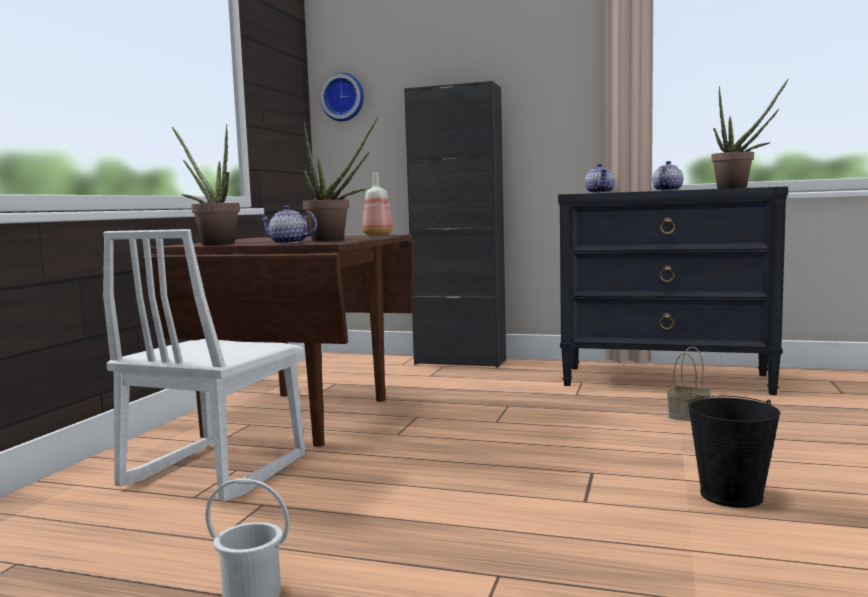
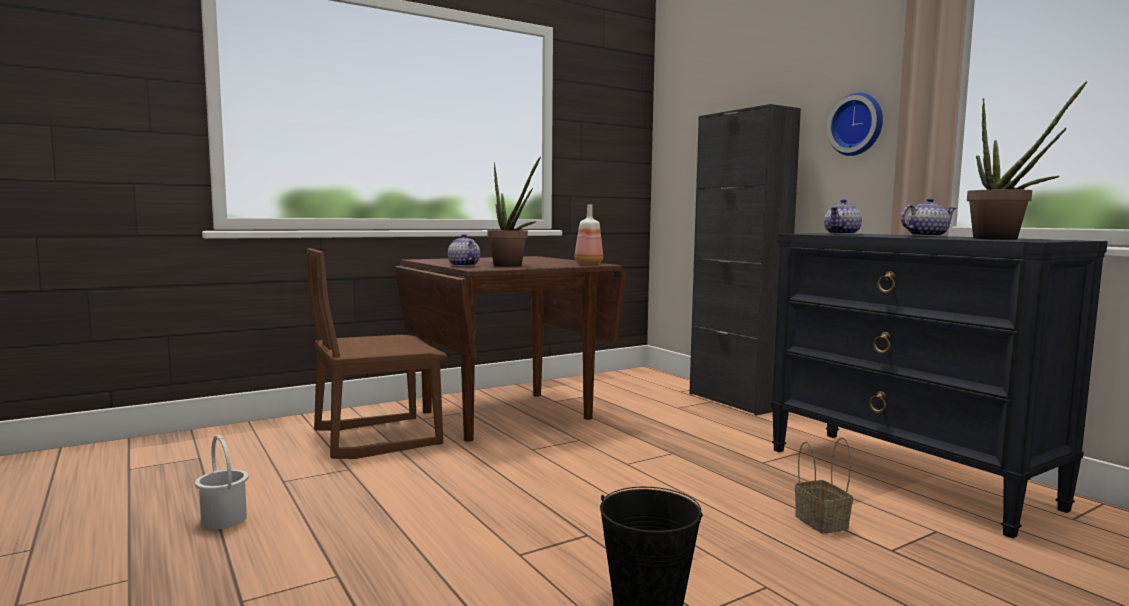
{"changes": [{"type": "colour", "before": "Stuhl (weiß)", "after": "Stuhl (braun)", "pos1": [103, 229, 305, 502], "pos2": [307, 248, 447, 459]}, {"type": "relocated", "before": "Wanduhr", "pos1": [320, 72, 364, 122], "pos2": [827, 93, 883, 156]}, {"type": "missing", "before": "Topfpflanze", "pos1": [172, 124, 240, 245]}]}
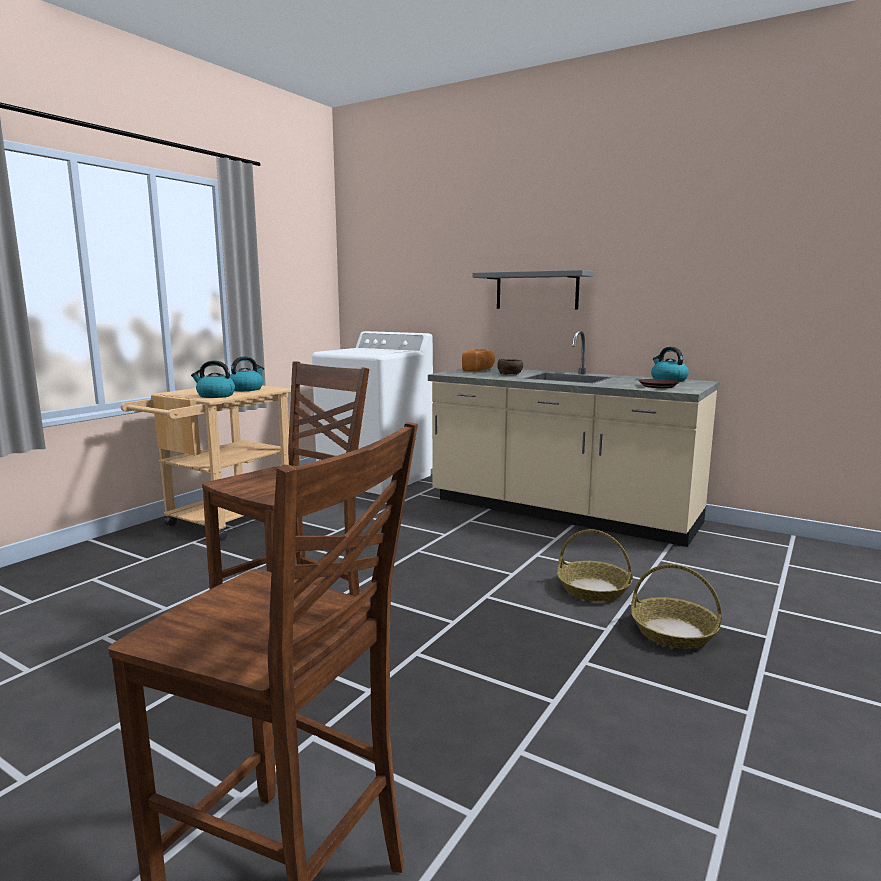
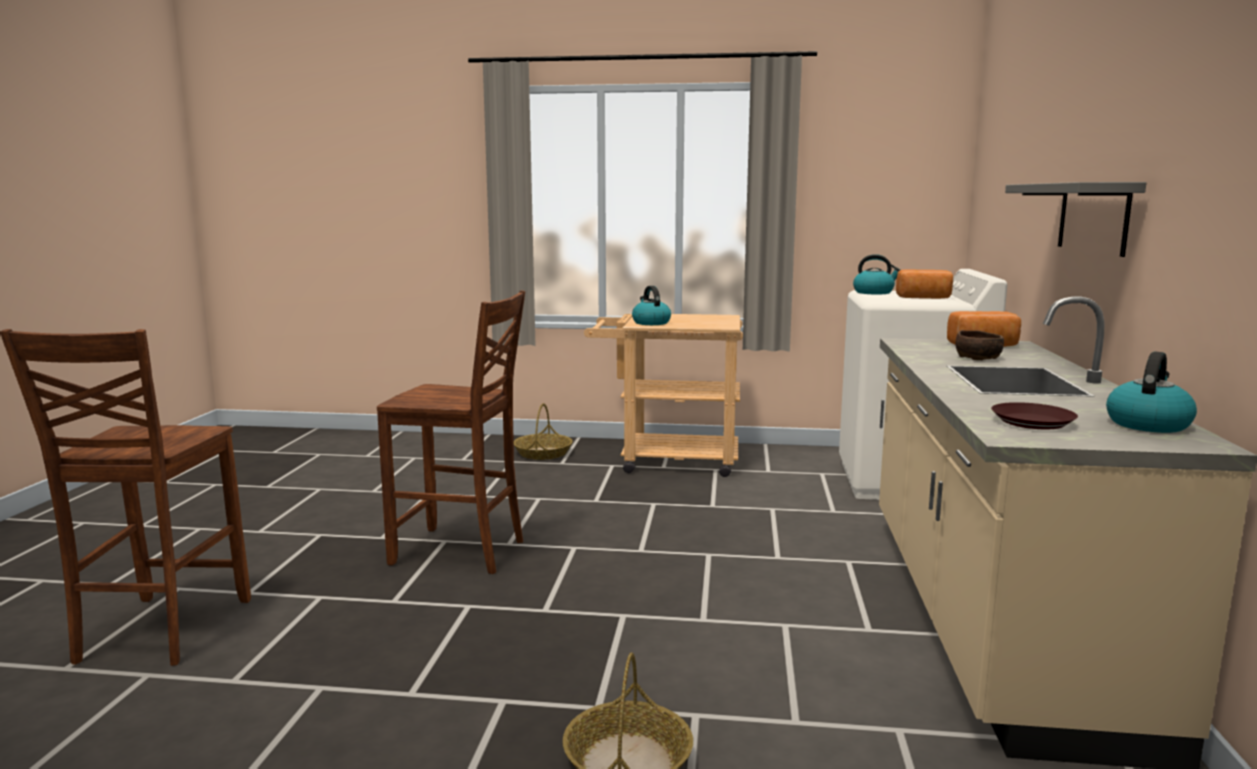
{"changes": [{"type": "relocated", "before": "Korb", "pos1": [557, 529, 633, 602], "pos2": [514, 403, 573, 460]}, {"type": "relocated", "before": "Wasserkessel", "pos1": [229, 356, 264, 391], "pos2": [853, 254, 900, 295]}, {"type": "appeared", "after": "Brot", "pos2": [896, 269, 953, 299]}]}
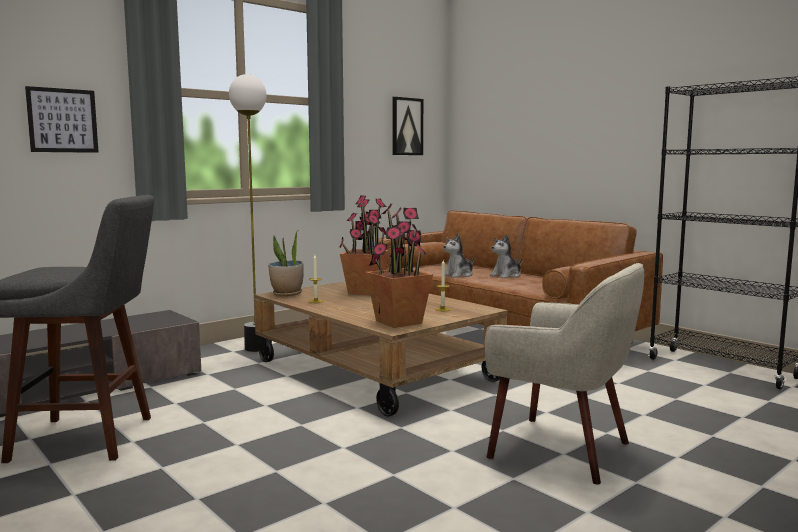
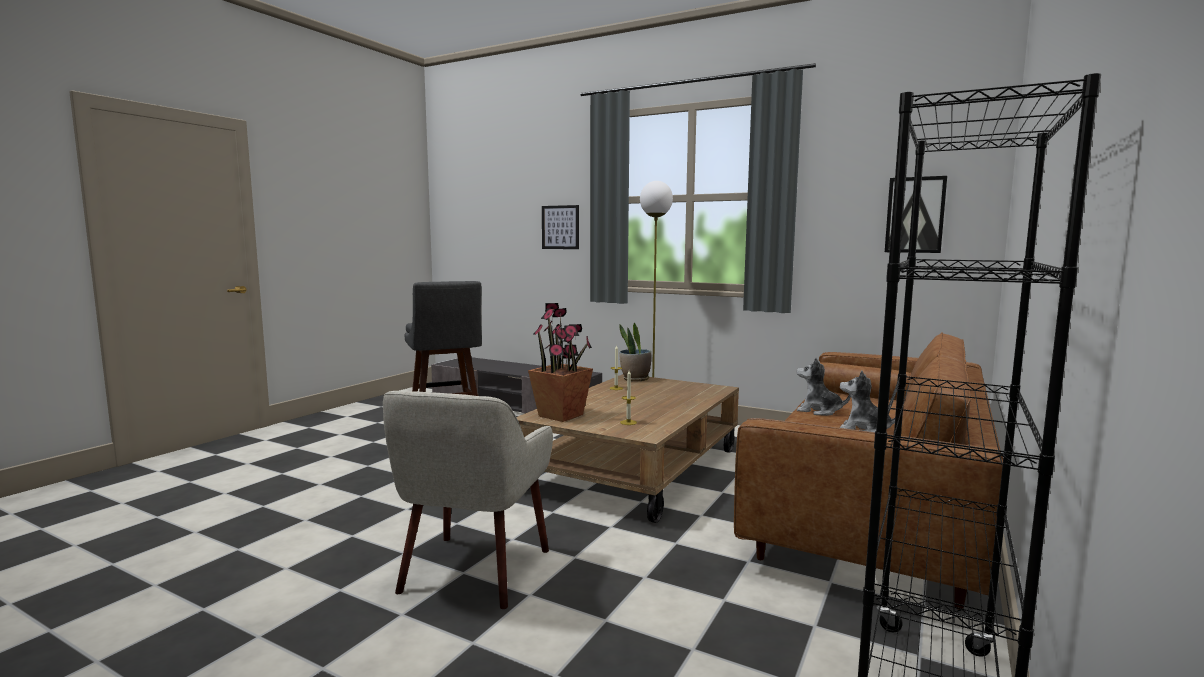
{"changes": [{"type": "missing", "before": "Topfpflanze", "pos1": [340, 195, 389, 295]}]}
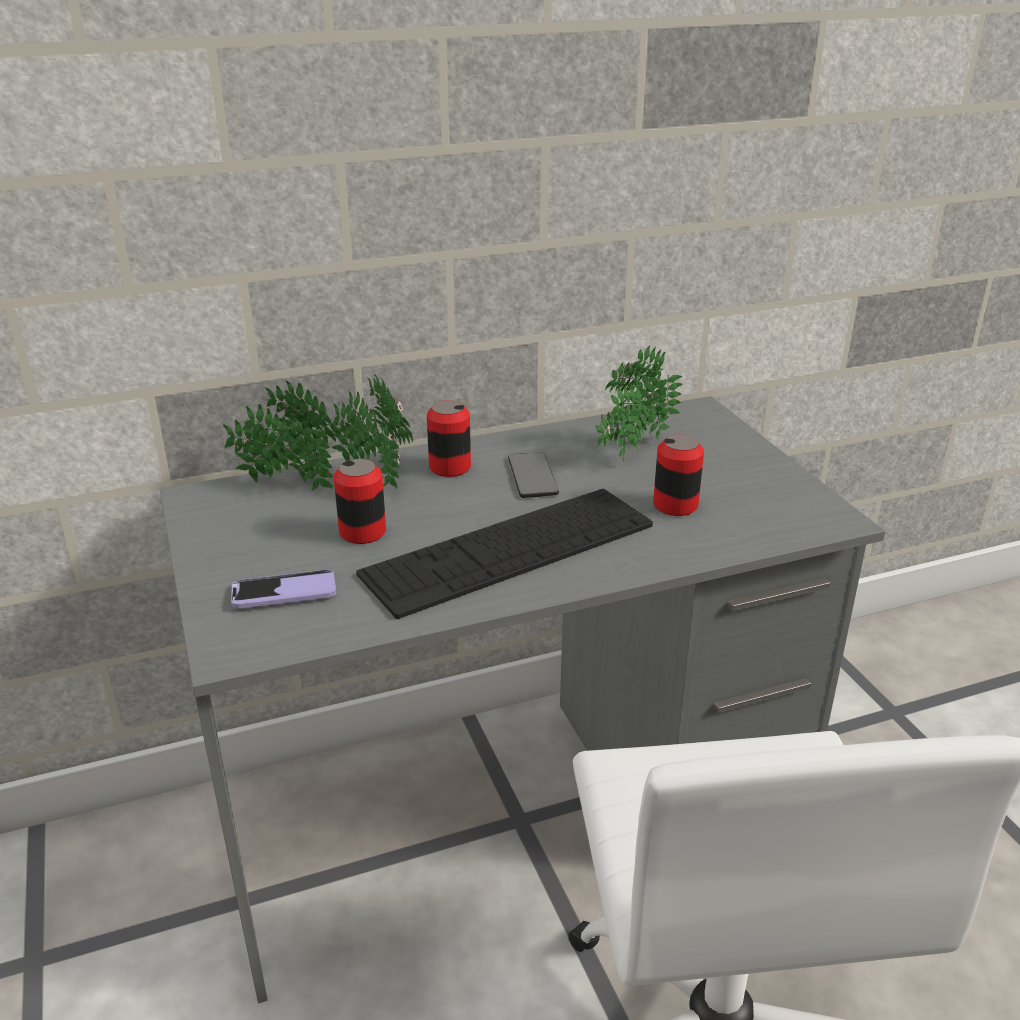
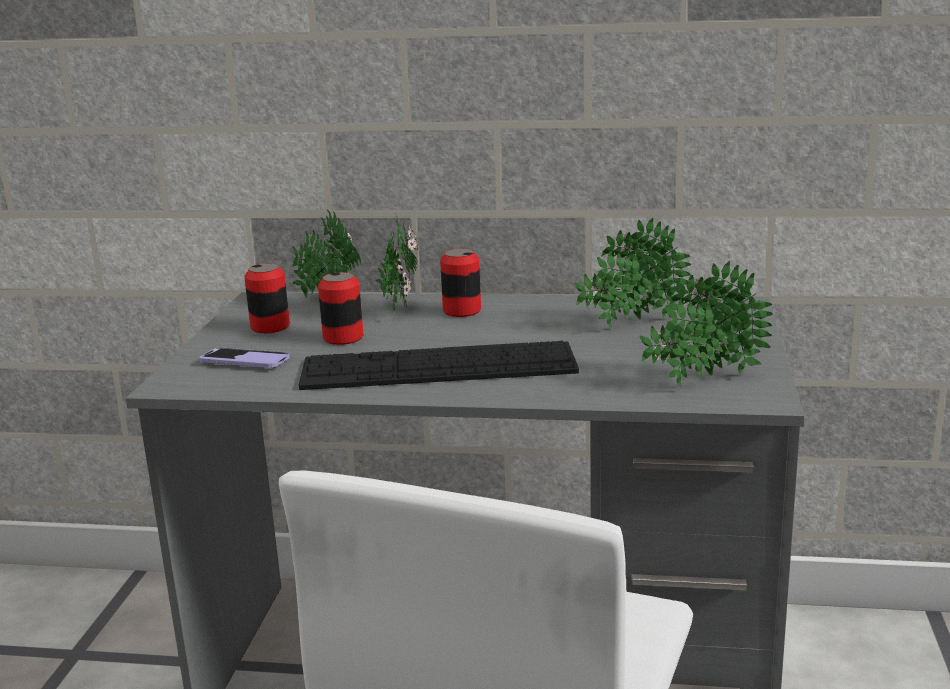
{"changes": [{"type": "relocated", "before": "Dose", "pos1": [653, 434, 704, 516], "pos2": [244, 263, 290, 333]}, {"type": "appeared", "after": "Topfpflanze", "pos2": [640, 261, 773, 388]}, {"type": "missing", "before": "Handy", "pos1": [508, 452, 559, 498]}]}
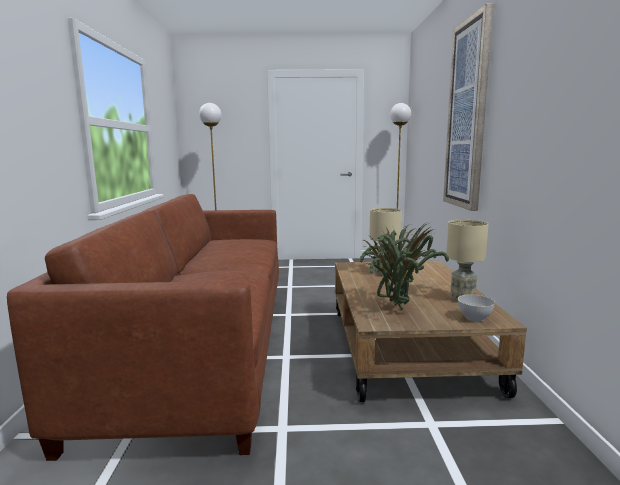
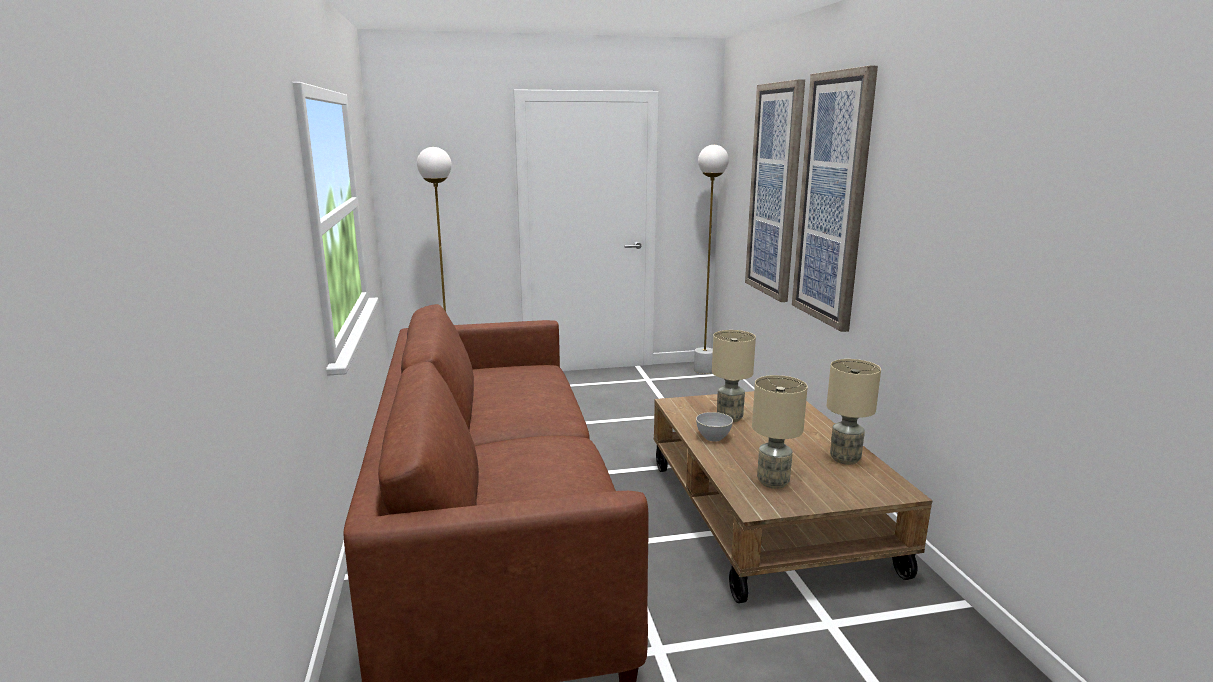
{"changes": [{"type": "relocated", "before": "Schüssel (grau)", "pos1": [458, 294, 495, 322], "pos2": [696, 412, 733, 442]}, {"type": "appeared", "after": "Bild", "pos2": [745, 79, 805, 302]}, {"type": "exchanged", "before": "Topfpflanze", "after": "Tischlampe (beige)", "pos1": [360, 223, 449, 310], "pos2": [752, 375, 808, 489]}]}
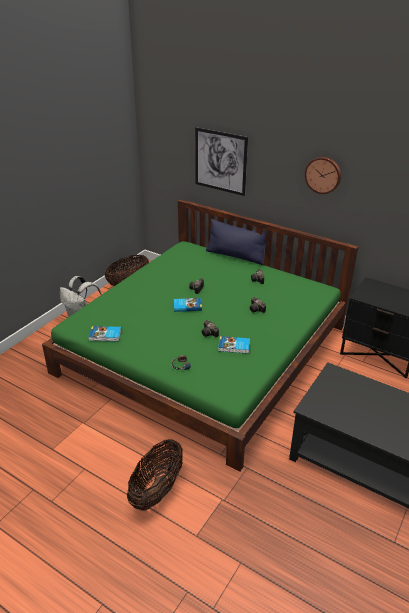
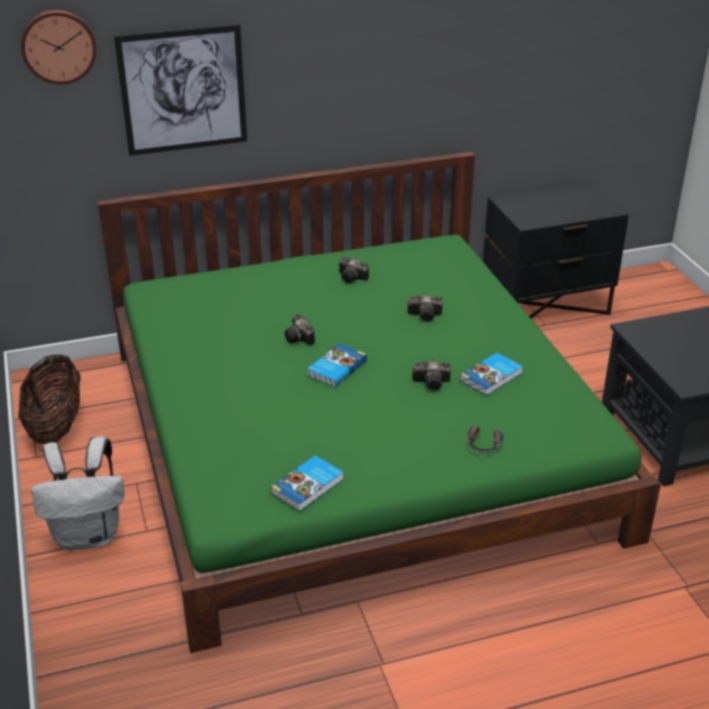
{"changes": [{"type": "relocated", "before": "Wanduhr", "pos1": [305, 157, 341, 194], "pos2": [21, 10, 96, 84]}, {"type": "missing", "before": "Korb", "pos1": [127, 439, 183, 511]}, {"type": "missing", "before": "Kissen (blau)", "pos1": [206, 219, 266, 265]}]}
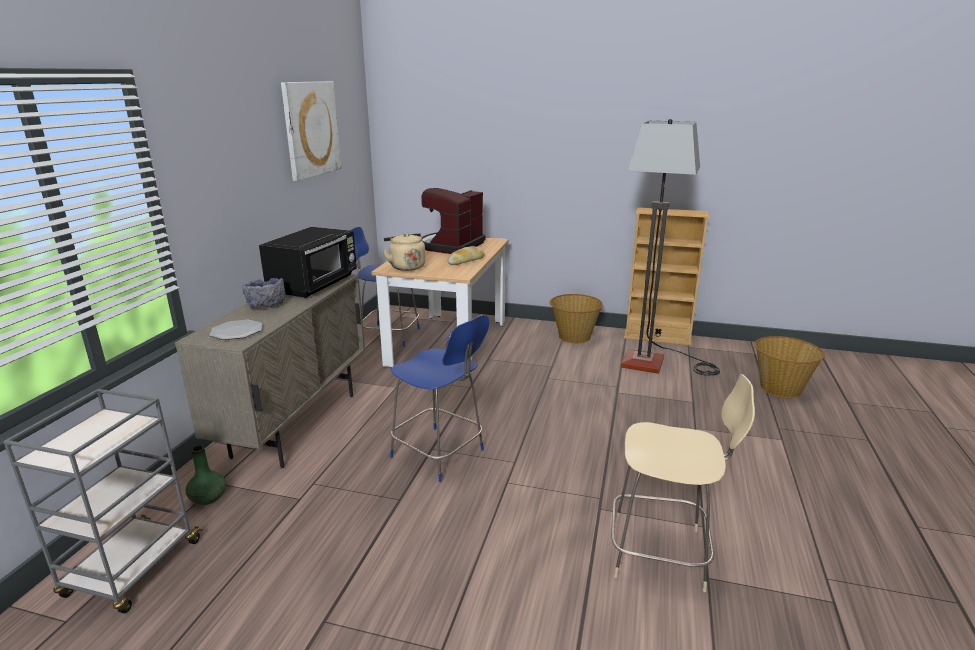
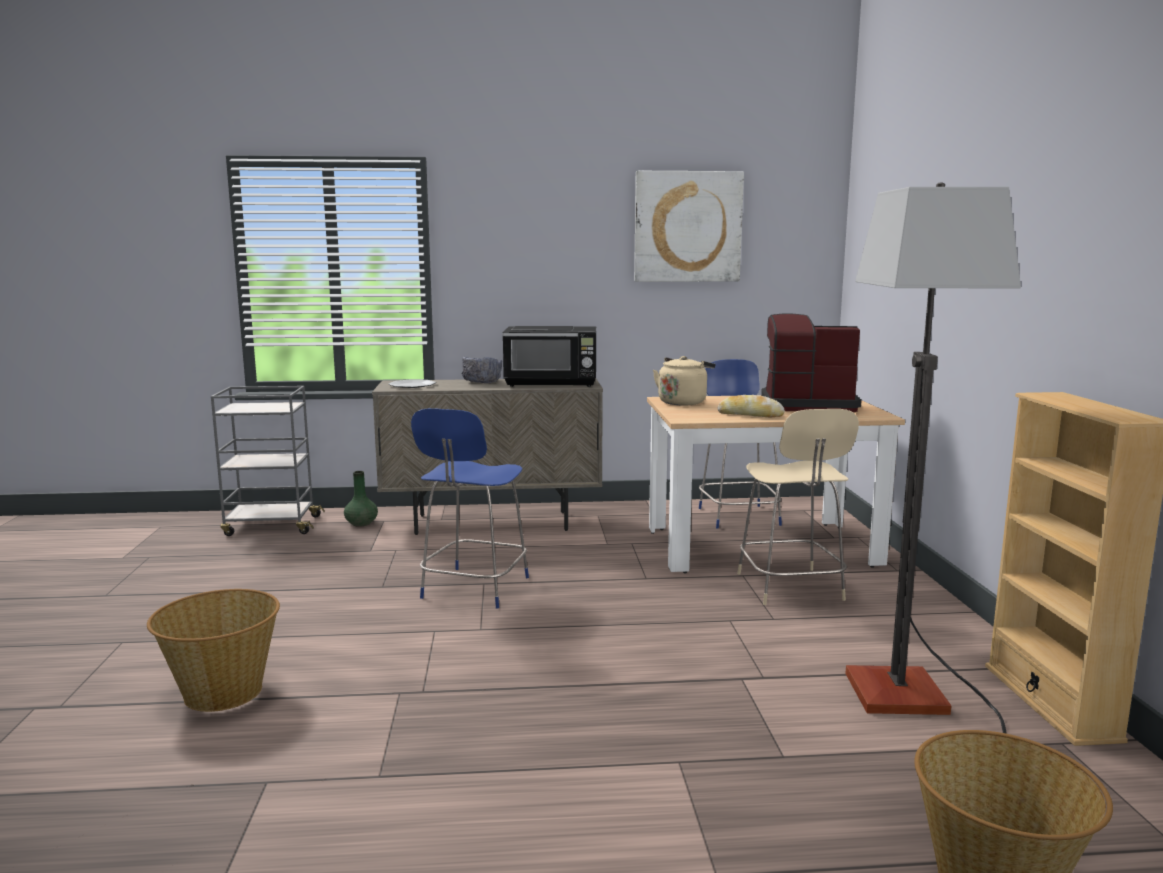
{"changes": [{"type": "relocated", "before": "Korb", "pos1": [550, 294, 603, 343], "pos2": [147, 589, 280, 712]}, {"type": "relocated", "before": "Hocker (beige)", "pos1": [611, 374, 755, 592], "pos2": [737, 409, 859, 605]}]}
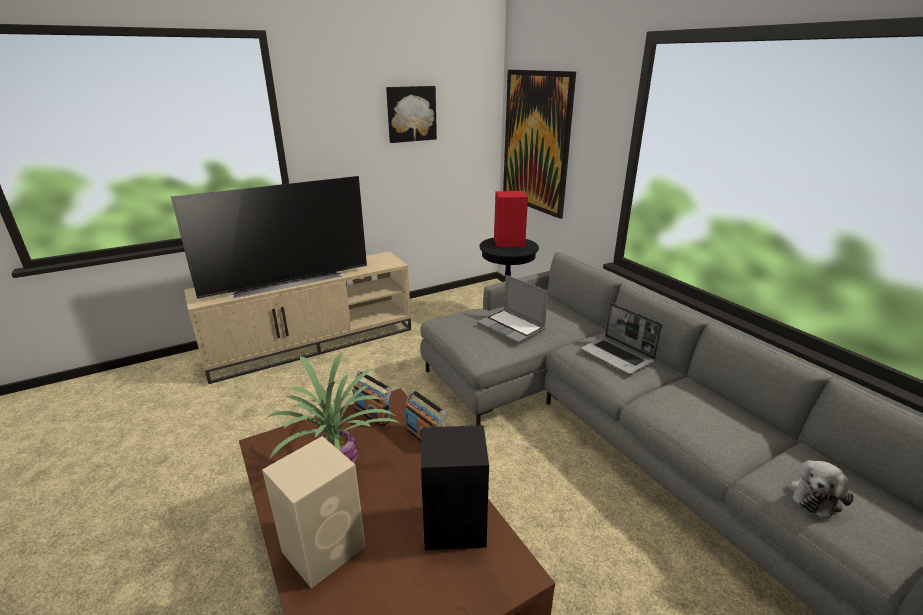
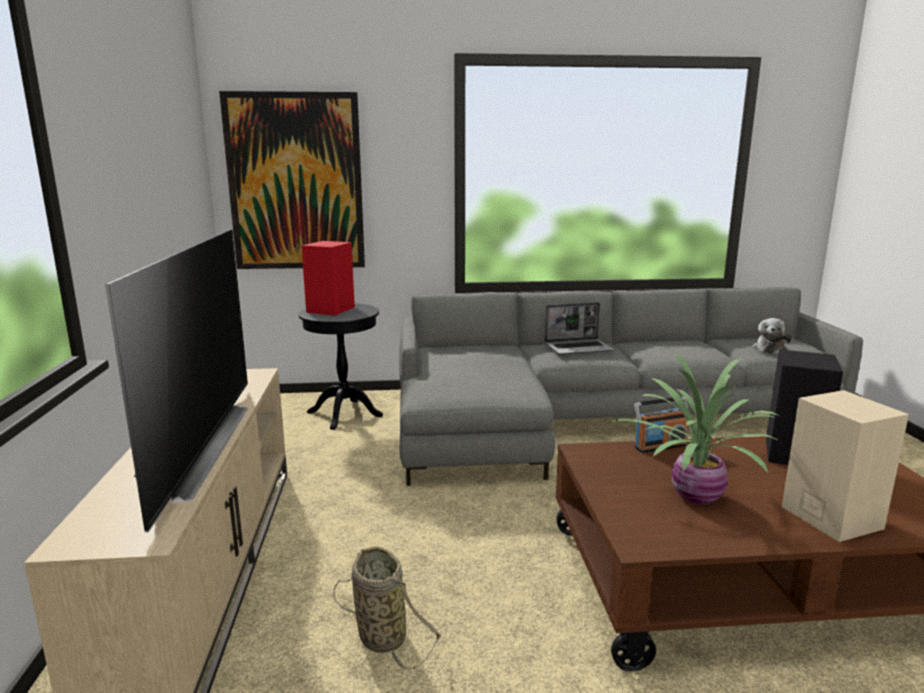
{"changes": [{"type": "appeared", "after": "Korb", "pos2": [333, 546, 441, 669]}, {"type": "spun", "before": "Plüschtier", "pos1": [788, 460, 854, 519], "pos2": [752, 318, 791, 354], "turn": 45}, {"type": "missing", "before": "Radio", "pos1": [352, 371, 392, 427]}, {"type": "missing", "before": "Bild", "pos1": [386, 86, 437, 143]}, {"type": "missing", "before": "Laptop", "pos1": [478, 275, 548, 344]}]}
